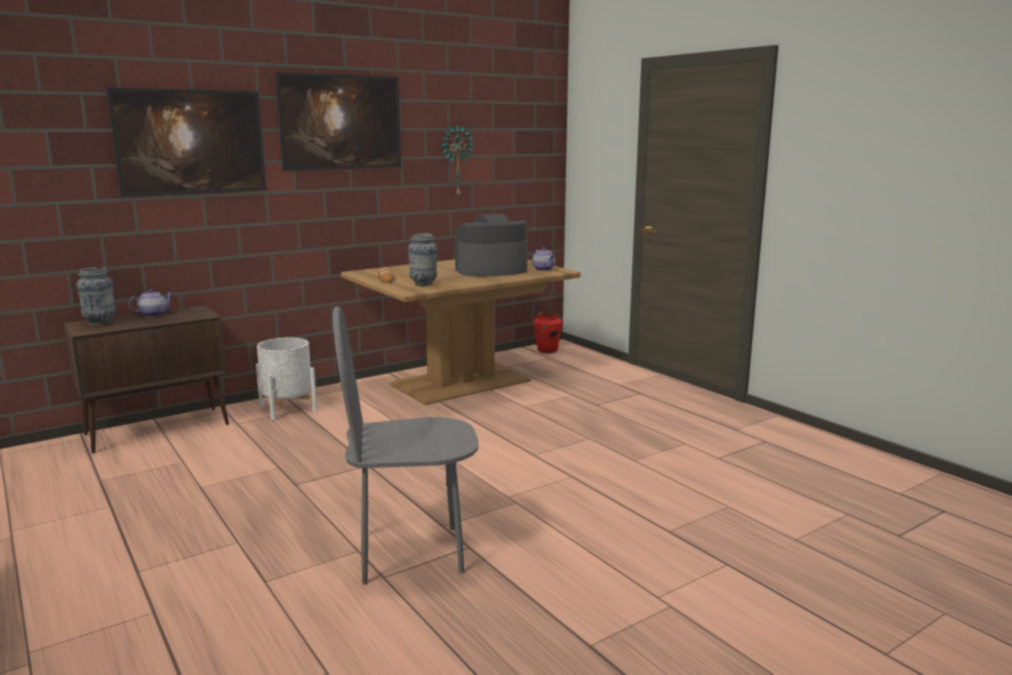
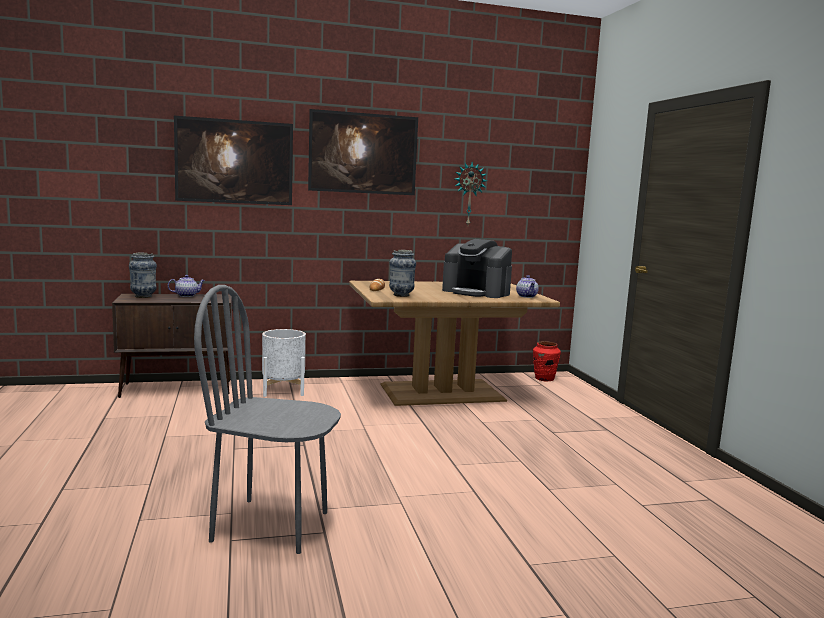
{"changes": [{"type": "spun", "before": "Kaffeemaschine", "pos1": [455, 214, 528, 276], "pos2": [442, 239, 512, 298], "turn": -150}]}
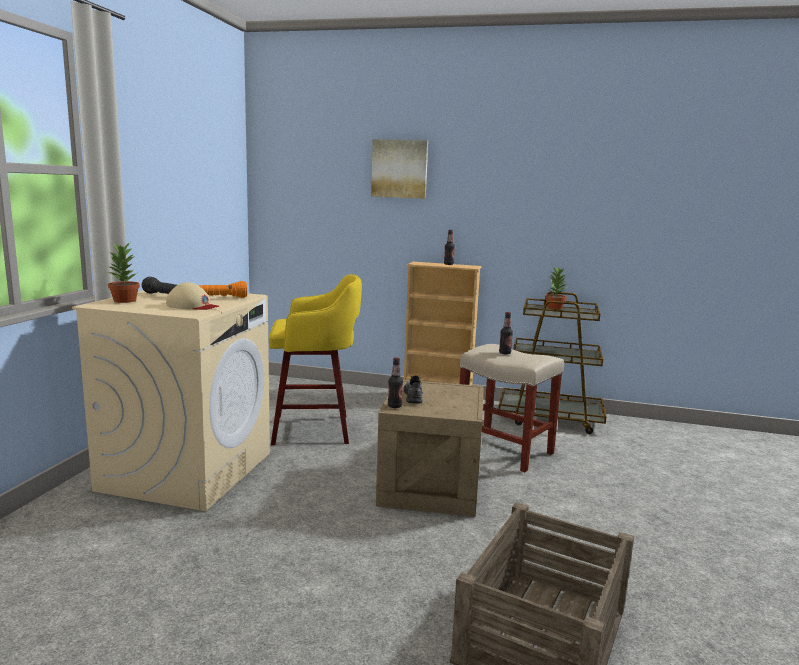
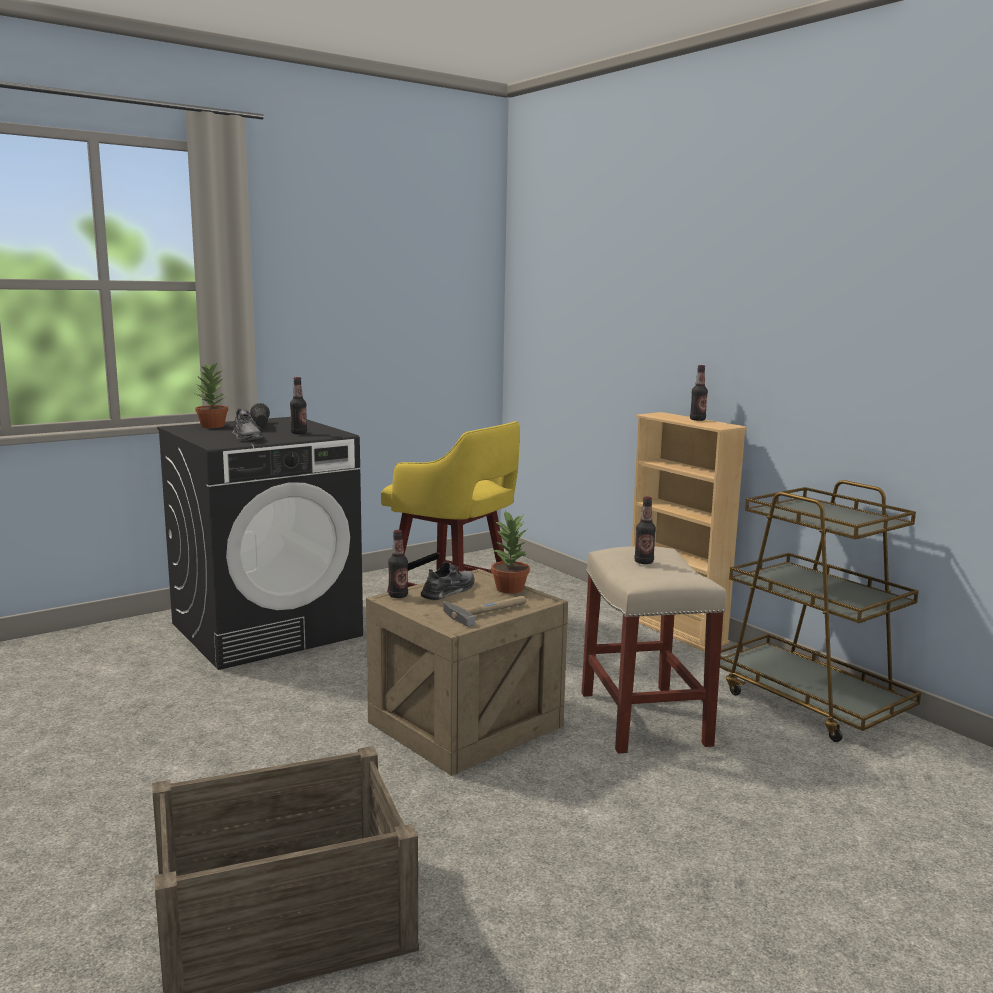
{"changes": [{"type": "colour", "before": "Waschmaschine (beige)", "after": "Waschmaschine (schwarz)", "pos1": [72, 290, 270, 511], "pos2": [157, 417, 363, 670]}, {"type": "exchanged", "before": "Kappe (beige)", "after": "Schuh (grau)", "pos1": [166, 282, 219, 310], "pos2": [232, 409, 264, 440]}, {"type": "exchanged", "before": "Taschenlampe (orange)", "after": "Flasche", "pos1": [198, 281, 247, 298], "pos2": [290, 377, 307, 434]}, {"type": "appeared", "after": "Hammer", "pos2": [443, 596, 526, 627]}, {"type": "relocated", "before": "Topfpflanze", "pos1": [545, 267, 568, 310], "pos2": [491, 510, 530, 593]}, {"type": "missing", "before": "Bild", "pos1": [371, 139, 428, 199]}]}
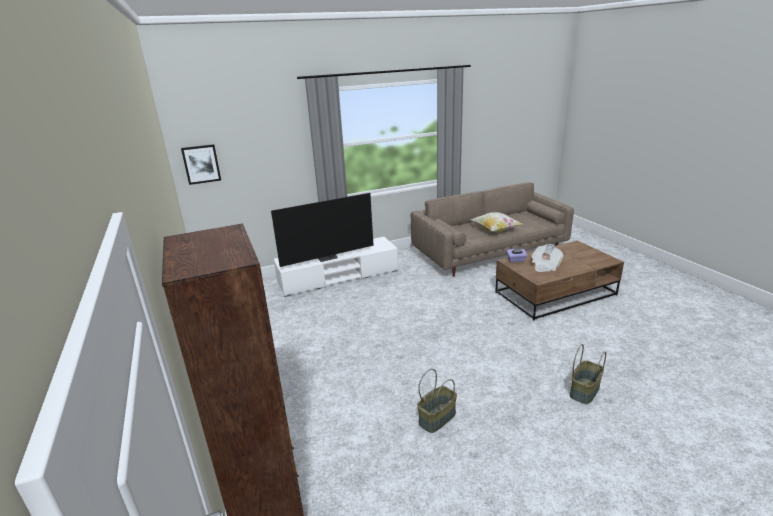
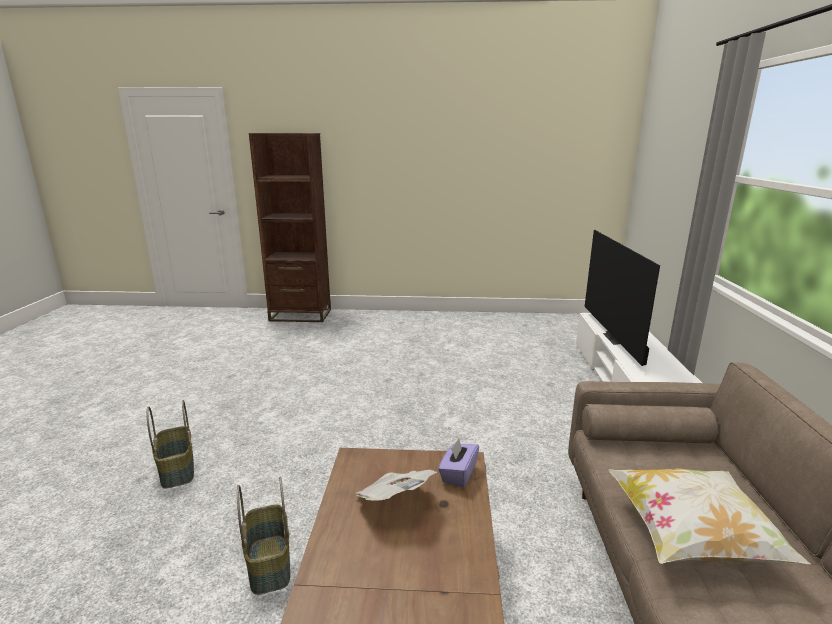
{"changes": [{"type": "relocated", "before": "Korb", "pos1": [417, 369, 457, 433], "pos2": [237, 477, 290, 595]}, {"type": "missing", "before": "Bild", "pos1": [181, 144, 221, 185]}]}
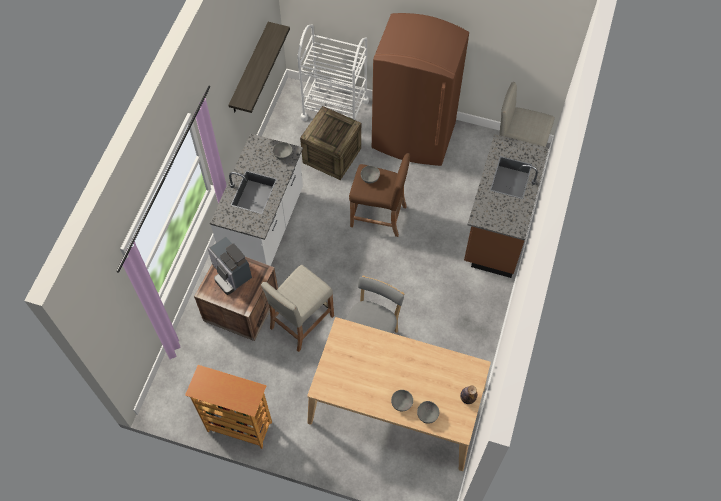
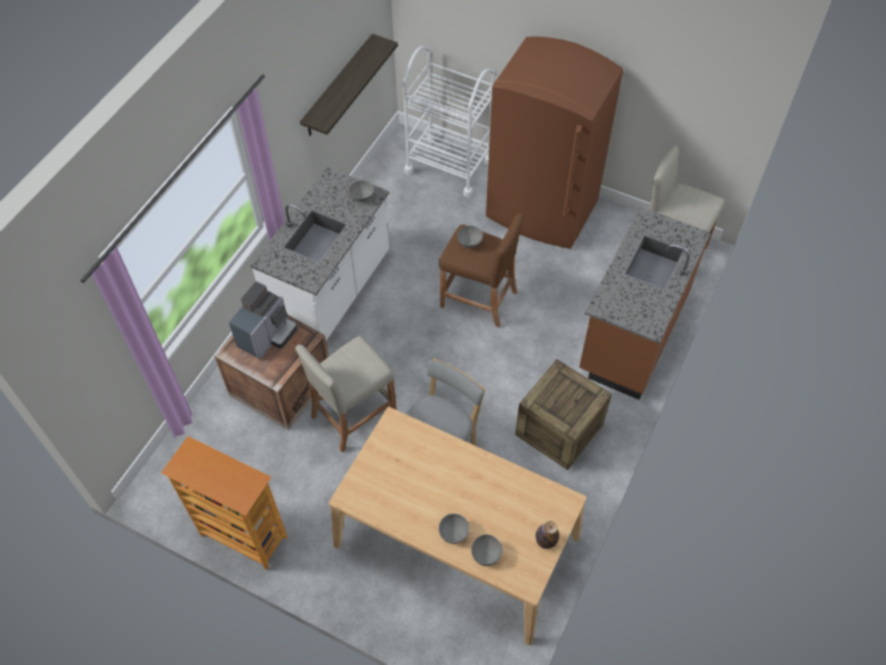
{"changes": [{"type": "spun", "before": "Kaffeemaschine", "pos1": [207, 237, 252, 295], "pos2": [229, 282, 297, 360], "turn": -120}, {"type": "relocated", "before": "Kiste", "pos1": [300, 106, 361, 180], "pos2": [515, 359, 612, 470]}]}
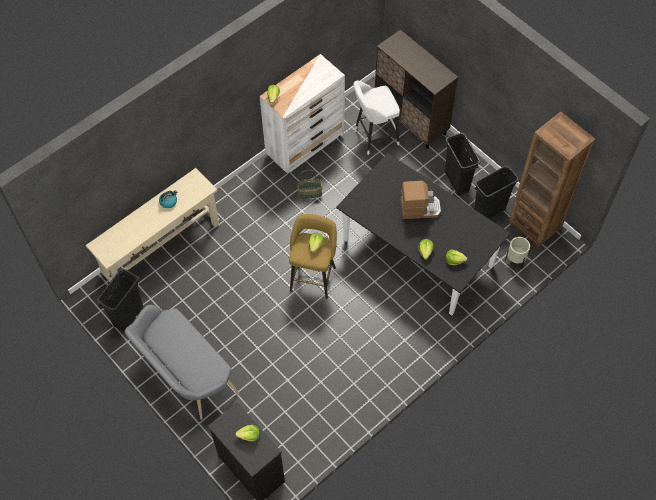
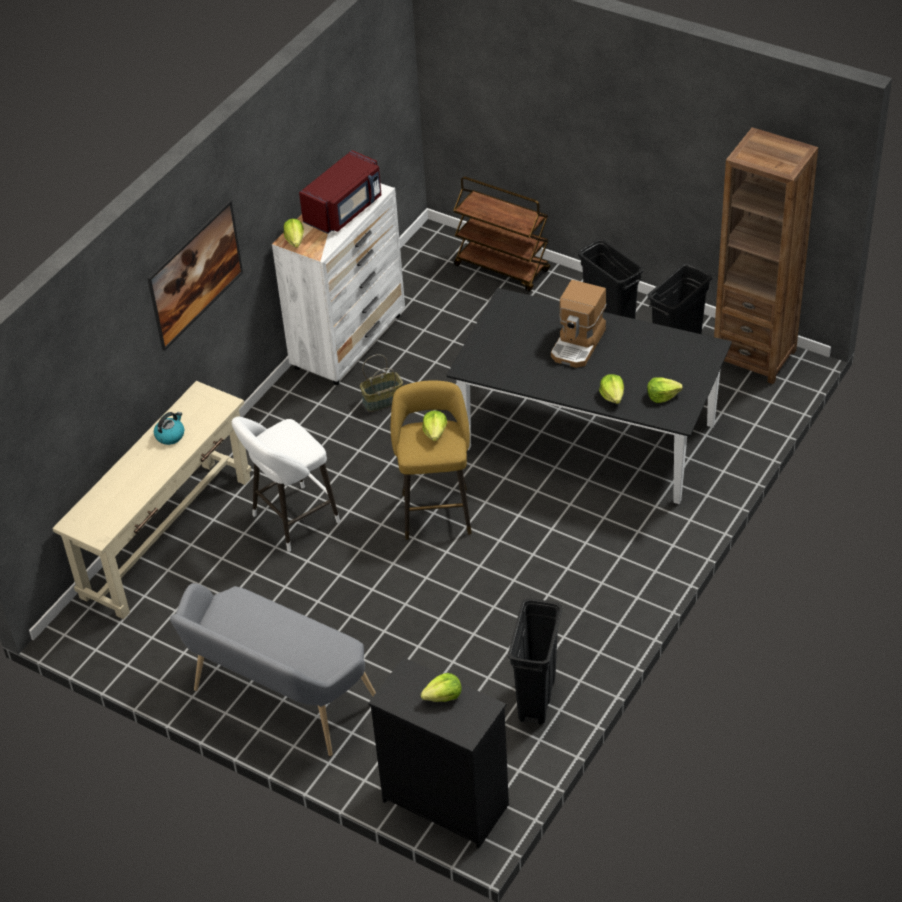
{"changes": [{"type": "appeared", "after": "Bild", "pos2": [147, 200, 243, 351]}, {"type": "relocated", "before": "Hocker (weiß)", "pos1": [353, 81, 400, 155], "pos2": [232, 417, 340, 552]}, {"type": "appeared", "after": "Mikrowelle (rot)", "pos2": [299, 150, 381, 234]}, {"type": "exchanged", "before": "Schrank (braun)", "after": "Rollwagen (braun)", "pos1": [375, 29, 458, 149], "pos2": [453, 177, 550, 292]}, {"type": "relocated", "before": "Mülleimer (schwarz)", "pos1": [97, 269, 143, 332], "pos2": [508, 598, 563, 725]}, {"type": "spun", "before": "Kaffeemaschine", "pos1": [400, 181, 441, 219], "pos2": [551, 280, 607, 368], "turn": 135}, {"type": "missing", "before": "Pflanzkübel (beige)", "pos1": [505, 237, 530, 269]}]}
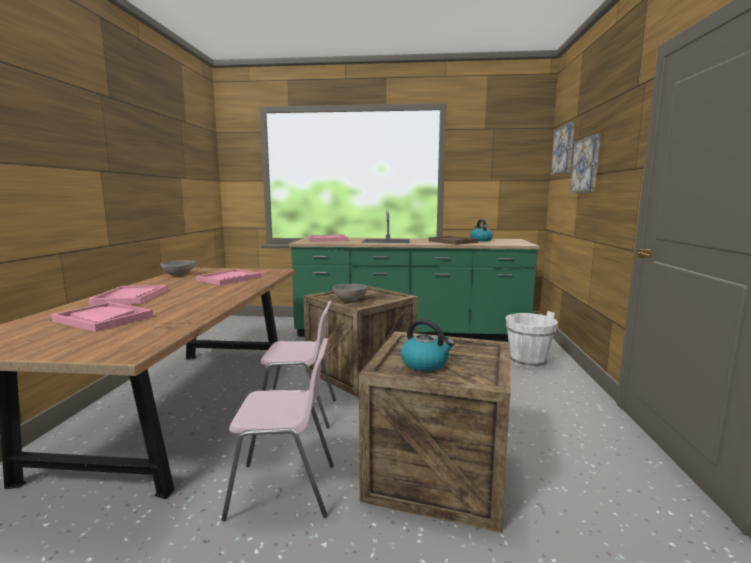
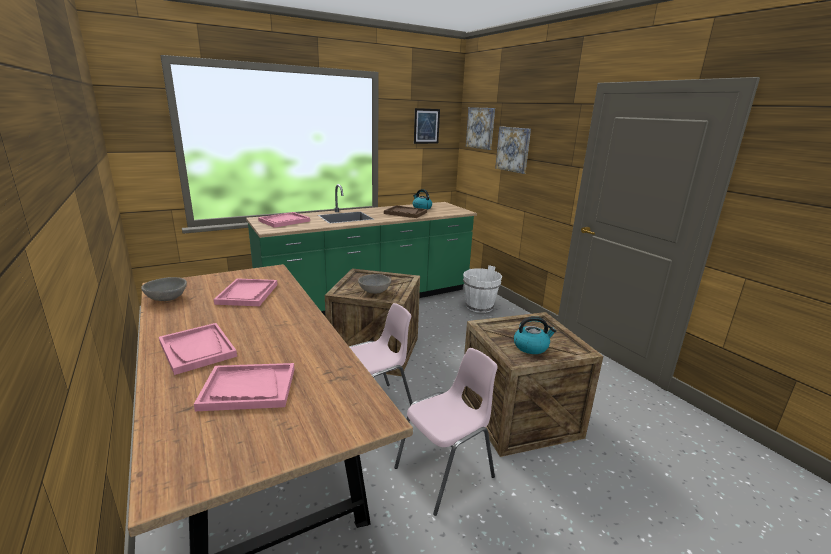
{"changes": [{"type": "appeared", "after": "Bild", "pos2": [414, 108, 440, 144]}]}
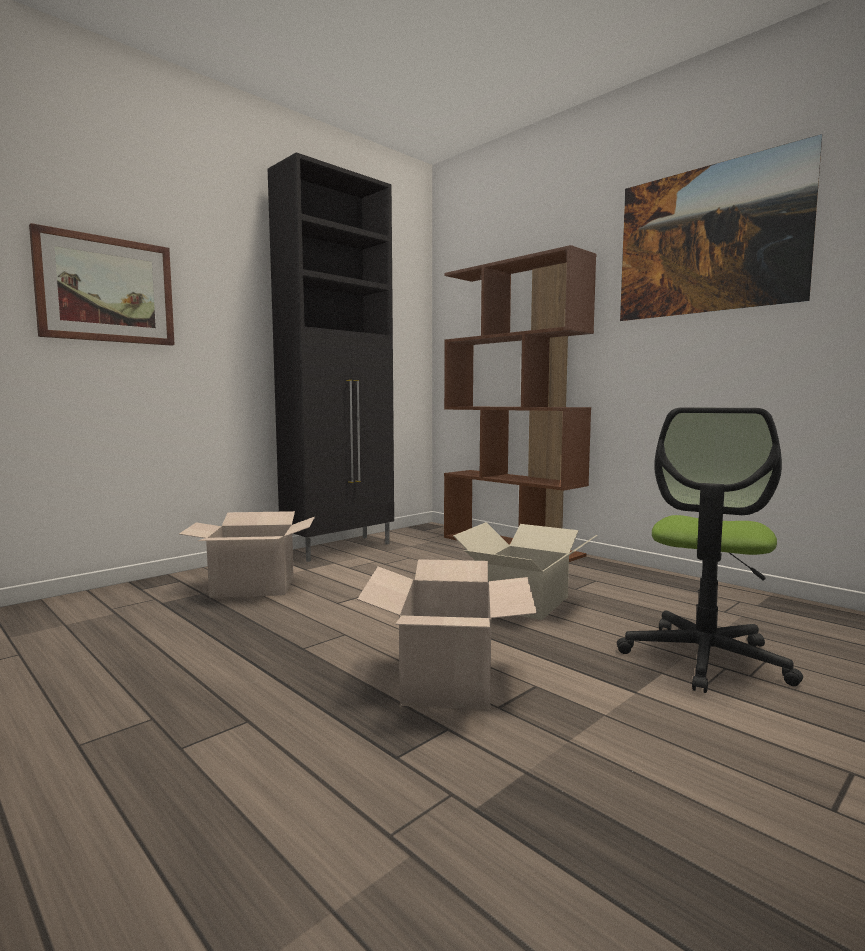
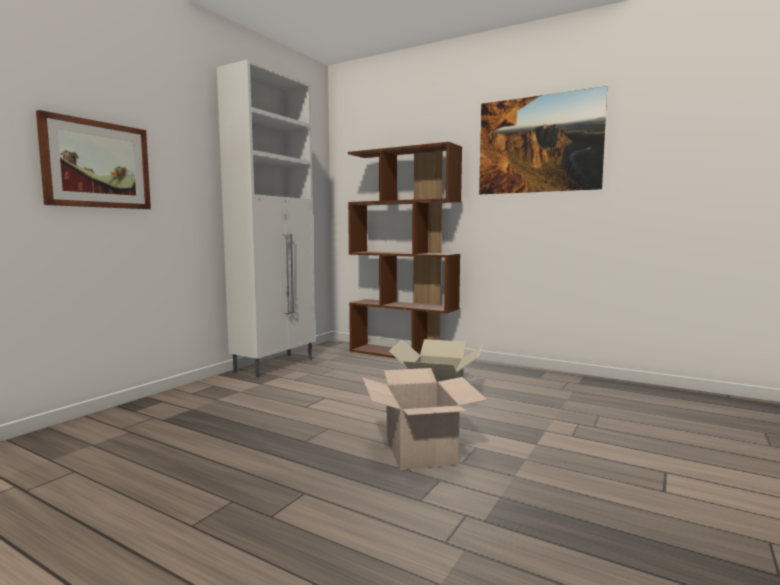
{"changes": [{"type": "colour", "before": "Schrank (schwarz)", "after": "Schrank (weiß)", "pos1": [268, 152, 394, 562], "pos2": [217, 60, 315, 378]}, {"type": "missing", "before": "Karton", "pos1": [179, 511, 315, 598]}, {"type": "missing", "before": "Bürostuhl", "pos1": [617, 408, 803, 693]}]}
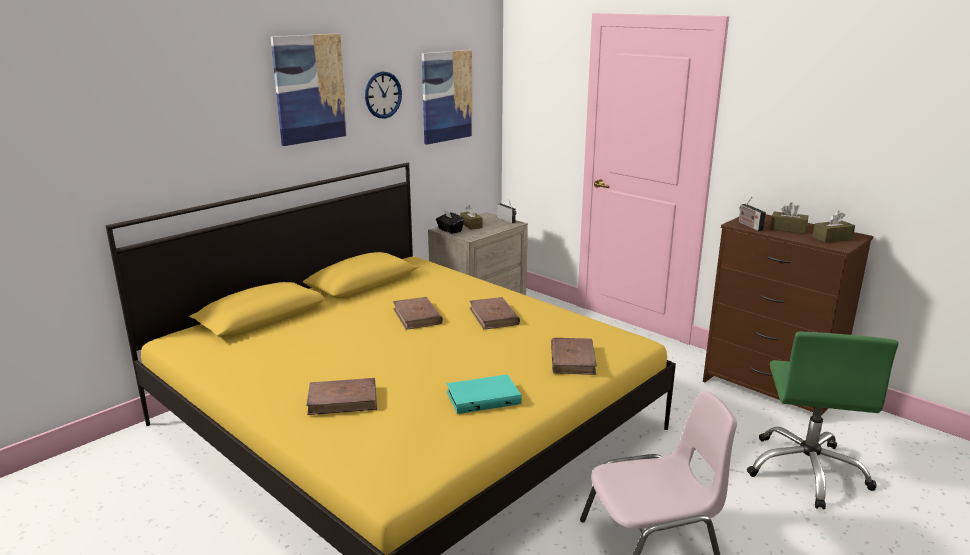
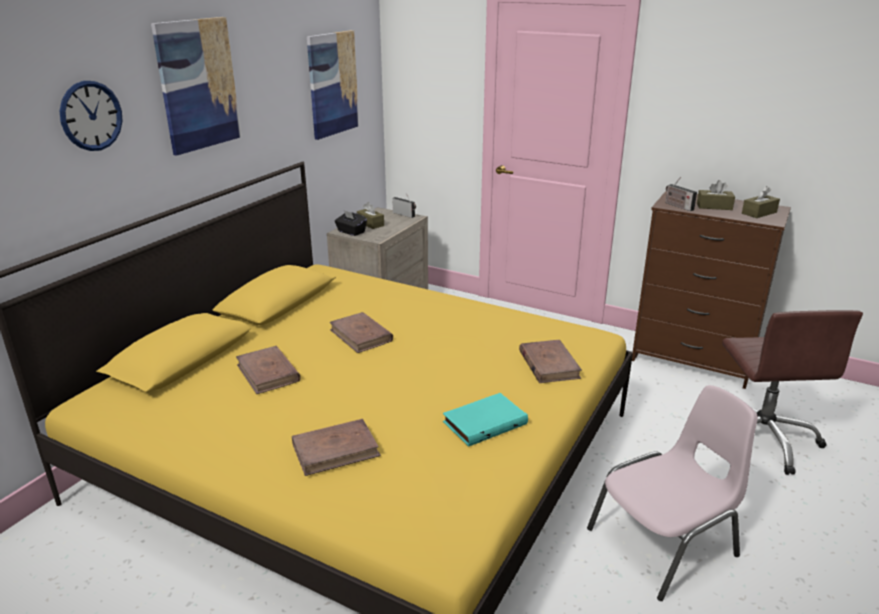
{"changes": [{"type": "relocated", "before": "Wanduhr", "pos1": [365, 71, 402, 119], "pos2": [60, 81, 123, 151]}, {"type": "relocated", "before": "Buch (braun)", "pos1": [469, 297, 520, 329], "pos2": [236, 346, 301, 394]}, {"type": "colour", "before": "Bürostuhl (grün)", "after": "Bürostuhl (braun)", "pos1": [747, 332, 899, 510], "pos2": [722, 310, 863, 475]}]}
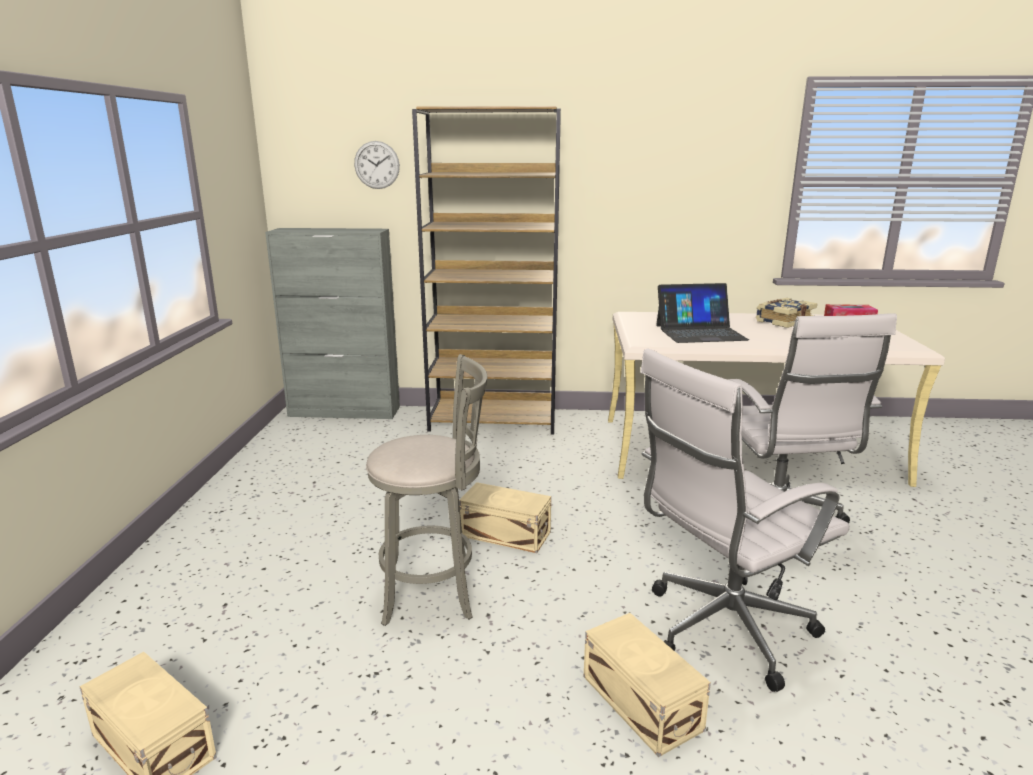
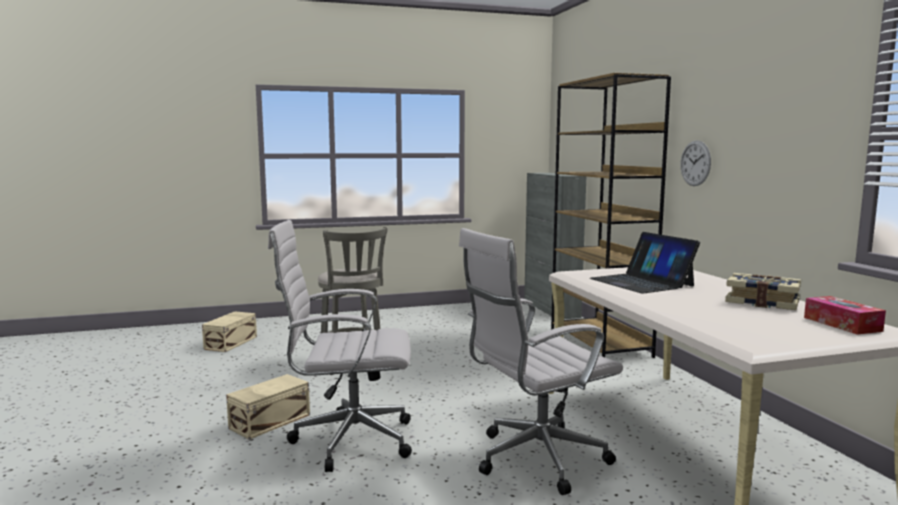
{"changes": [{"type": "spun", "before": "Bürostuhl (weiß)", "pos1": [640, 348, 850, 692], "pos2": [268, 220, 412, 472], "turn": -45}, {"type": "relocated", "before": "Wanduhr", "pos1": [354, 141, 400, 189], "pos2": [680, 140, 711, 186]}, {"type": "missing", "before": "Aufbewahrungsbox (beige)", "pos1": [459, 482, 551, 553]}]}
